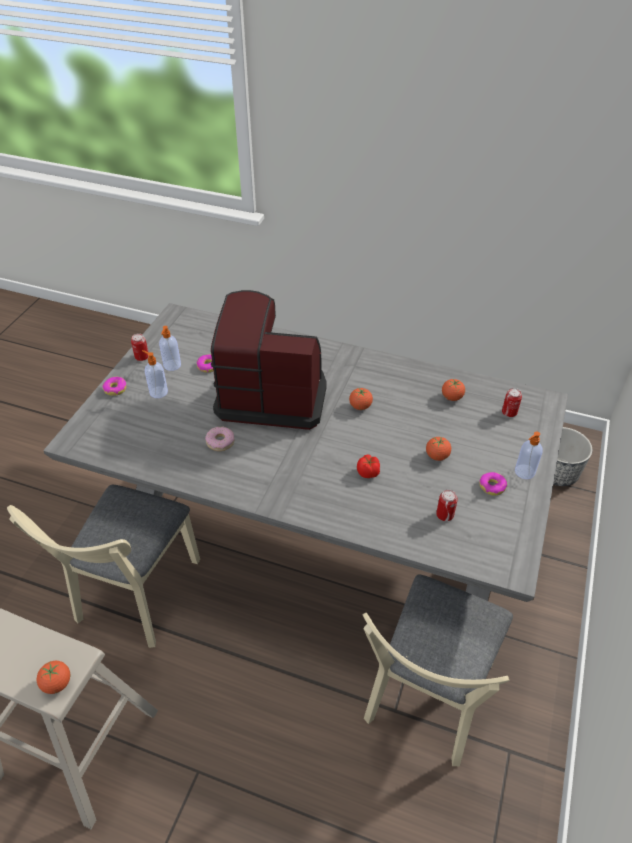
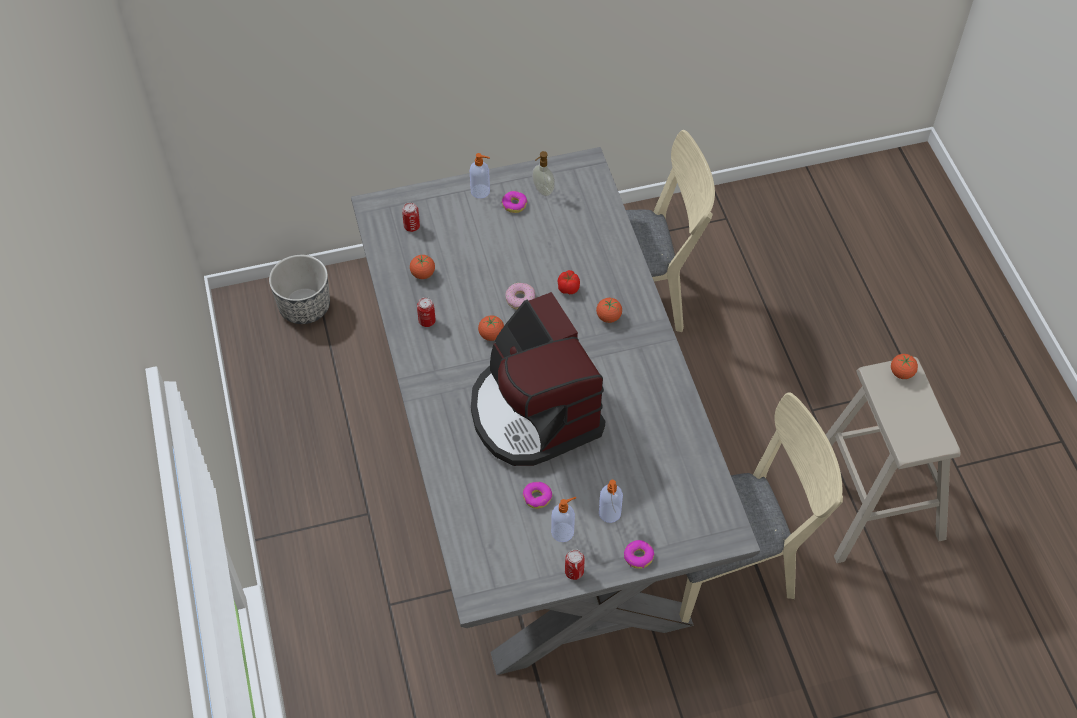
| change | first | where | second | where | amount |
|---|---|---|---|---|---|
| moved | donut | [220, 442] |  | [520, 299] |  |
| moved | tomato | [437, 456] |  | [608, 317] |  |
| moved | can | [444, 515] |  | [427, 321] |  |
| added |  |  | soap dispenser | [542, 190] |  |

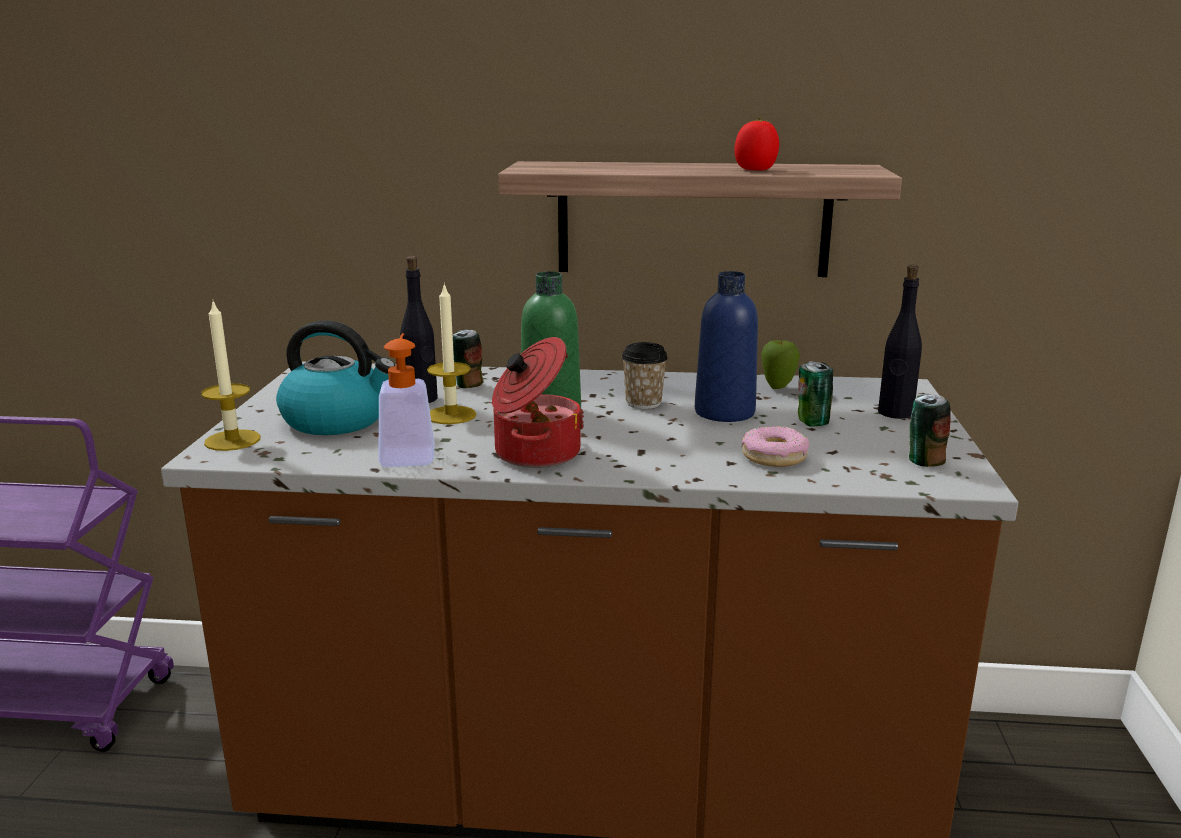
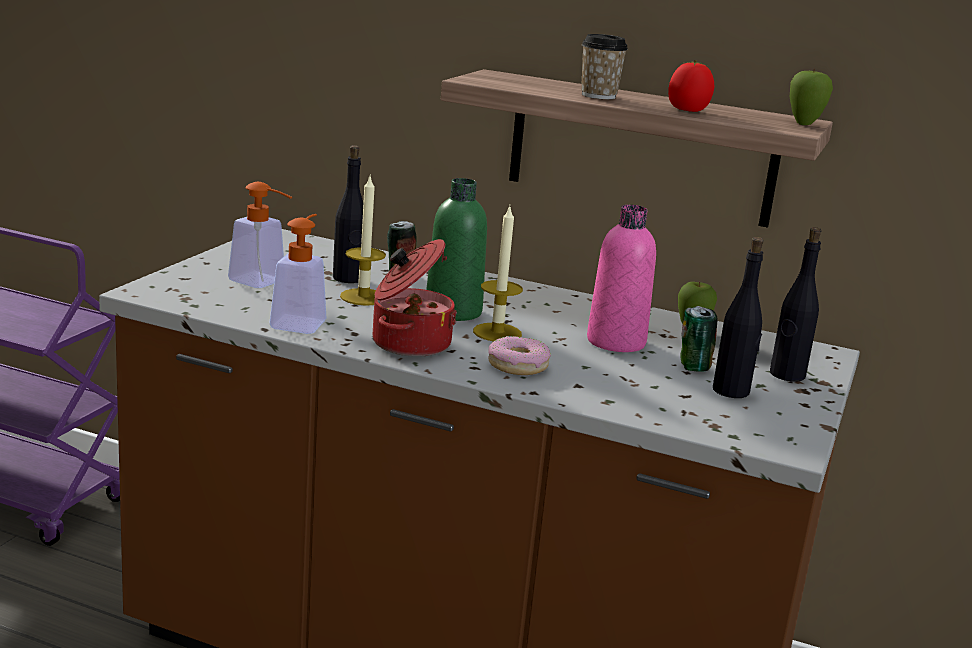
| change | first | where | second | where | amount |
|---|---|---|---|---|---|
| recoloured | bottle/blue | [724, 412] | bottle/pink | [616, 342] |  |
| moved | candle | [232, 440] |  | [497, 332] |  |
| replaced | kettle | [337, 420] | soap dispenser | [264, 283] |  |
| moved | cup | [643, 403] |  | [598, 96] |  |
| removed | can | [924, 461] |  |  |  |
| moved | donut | [773, 456] |  | [518, 365] |  |
| added |  |  | apple | [804, 124] |  |
| added |  |  | bottle/black | [731, 391] |  |

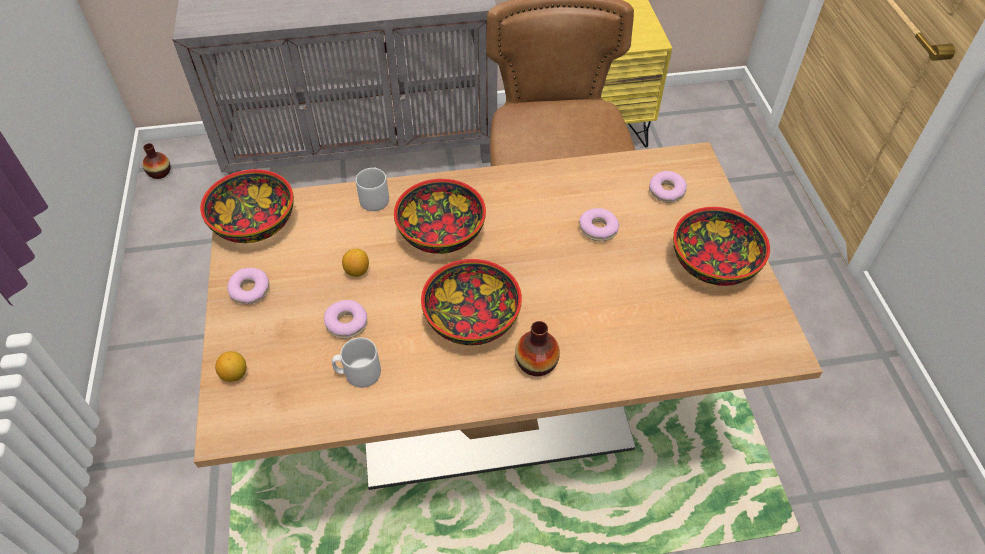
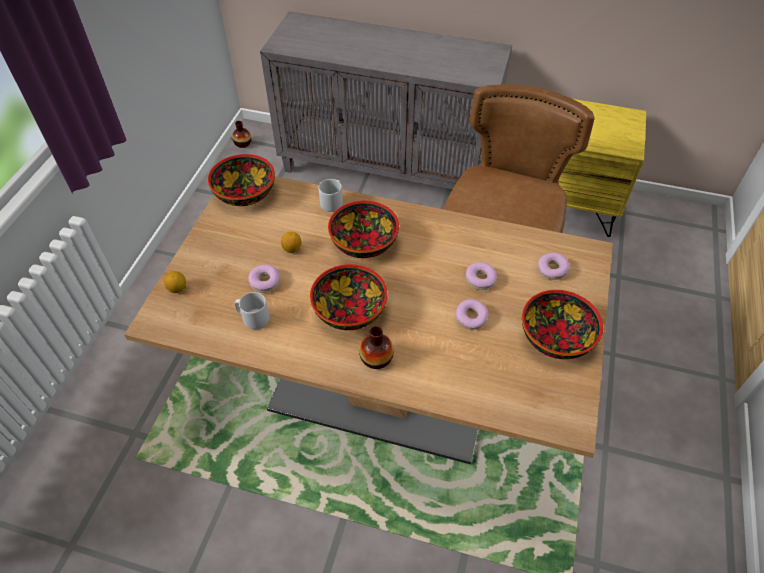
| change | first | where | second | where | amount |
|---|---|---|---|---|---|
| moved | donut | [250, 290] |  | [471, 318] |  |

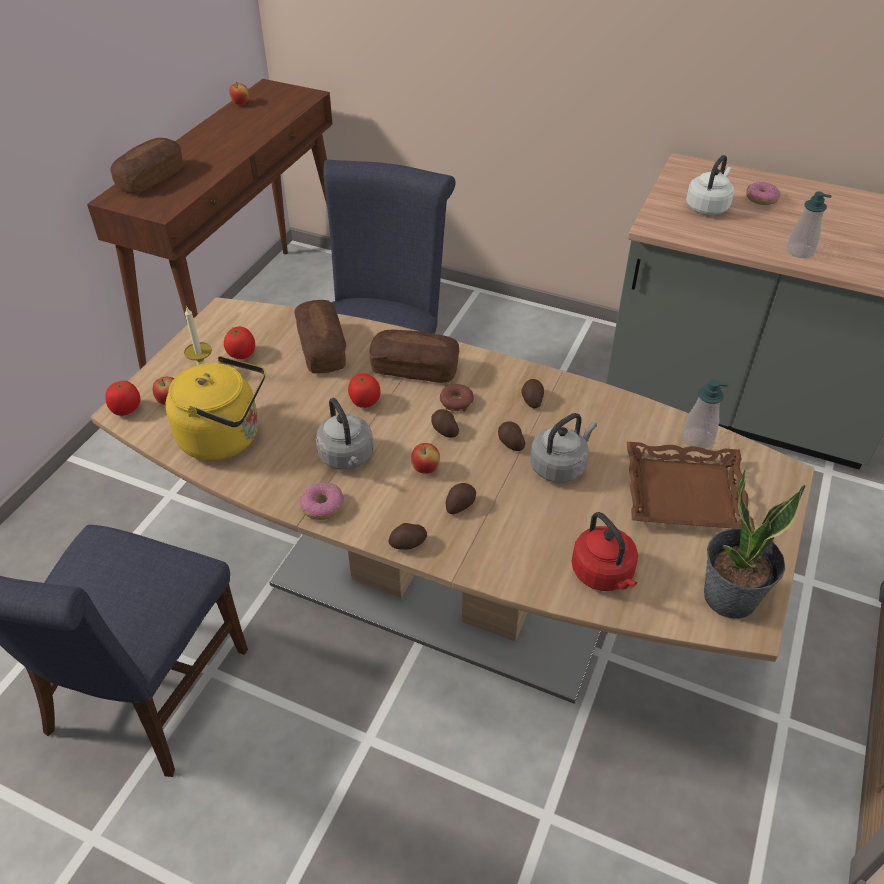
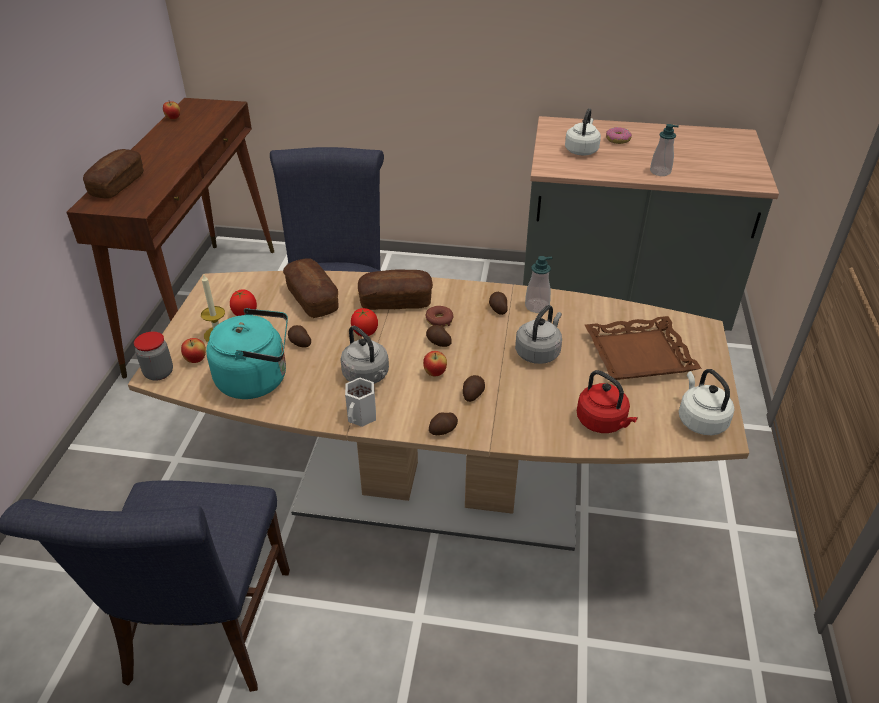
| change | first | where | second | where | amount |
|---|---|---|---|---|---|
| recoloured | kettle/yellow | [226, 437] | kettle/turquoise | [257, 379] |  |
| moved | soap dispenser | [697, 439] |  | [537, 306] |  |
| replaced | tomato | [126, 409] | jar | [159, 373] |  |
| moved | potato | [510, 443] |  | [299, 343] |  |
| replaced | potted plant | [730, 598] | kettle/white | [700, 420] |  |
| replaced | donut | [322, 506] | mug/white | [362, 416] |  |

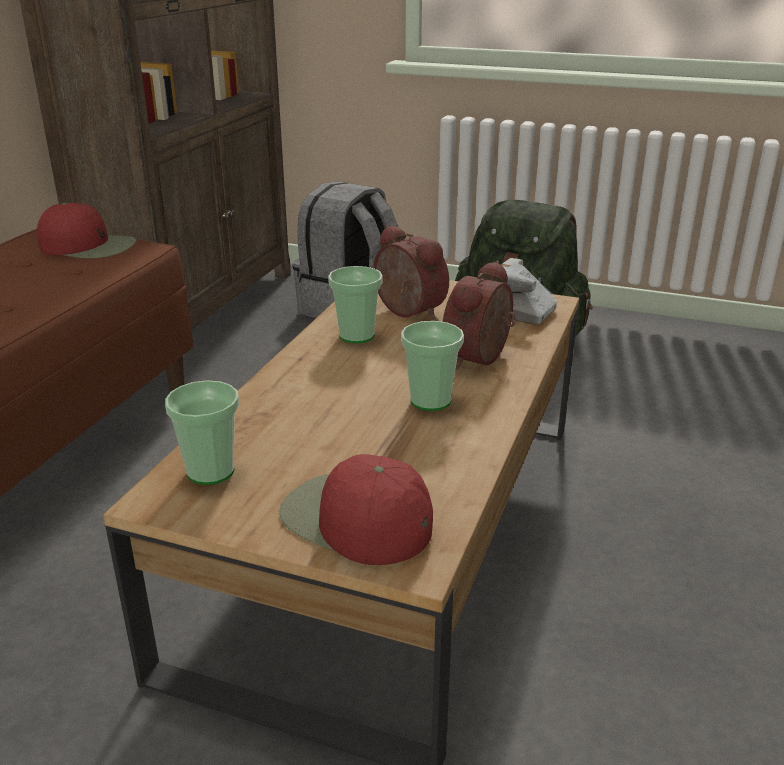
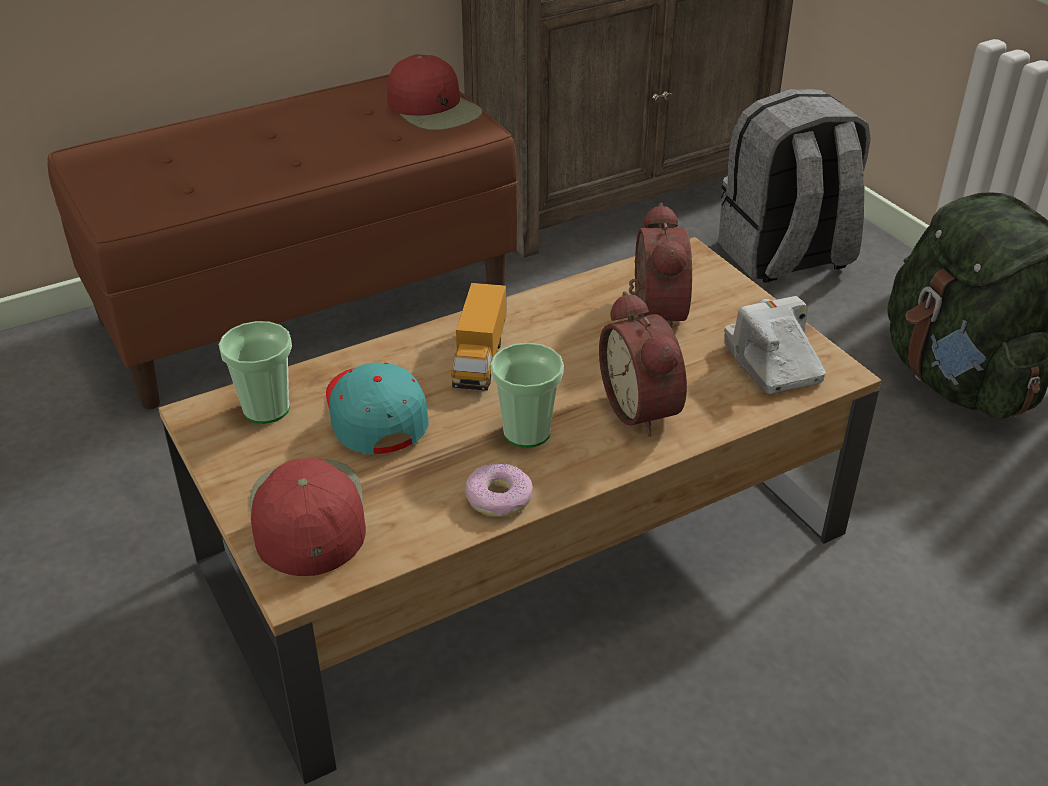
| change | first | where | second | where | amount |
|---|---|---|---|---|---|
| turned | alarm clock | [481, 359] |  | [644, 408] | 90 degrees counterclockwise |
| removed | cup | [356, 335] |  |  |  |
| added |  |  | toy truck | [480, 359] |  |
| added |  |  | cap/turquoise | [374, 415] |  |
| added |  |  | donut | [498, 498] |  |

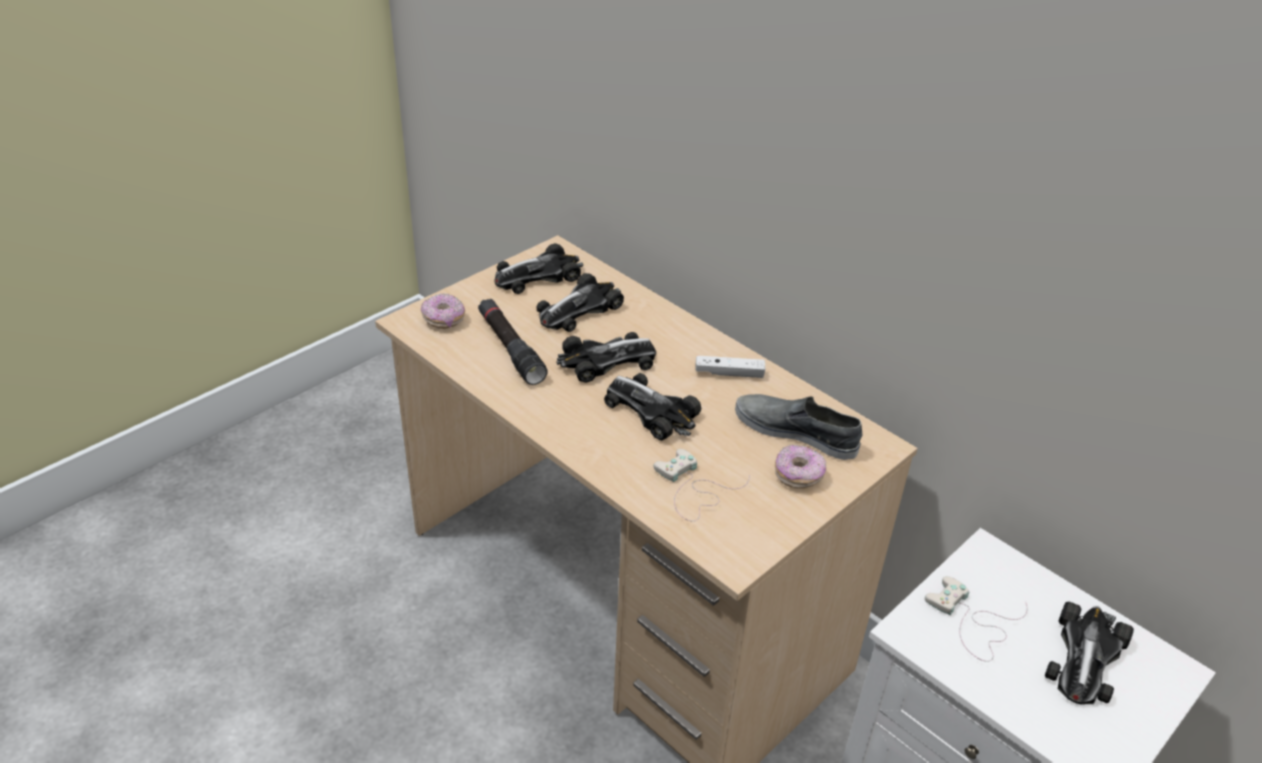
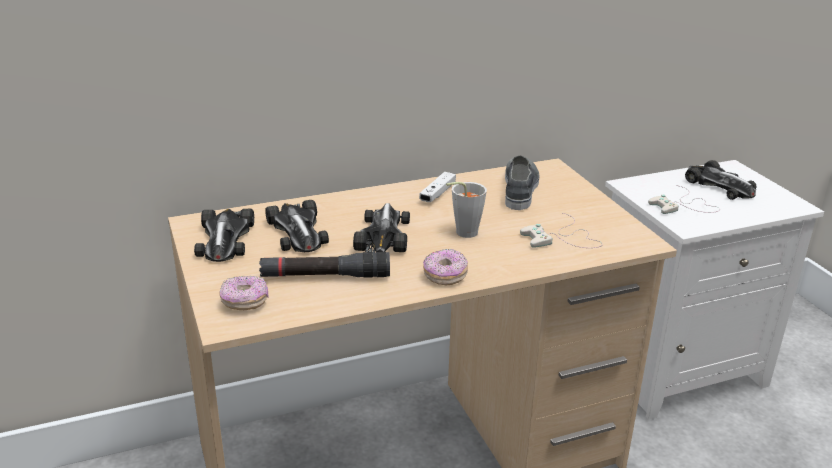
| change | first | where | second | where | amount |
|---|---|---|---|---|---|
| replaced | toy car | [651, 411] | cup/grey | [462, 233] |  |
| turned | shoe/grey | [796, 431] |  | [520, 188] | 135 degrees clockwise |
| moved | donut | [798, 475] |  | [445, 276] |  |

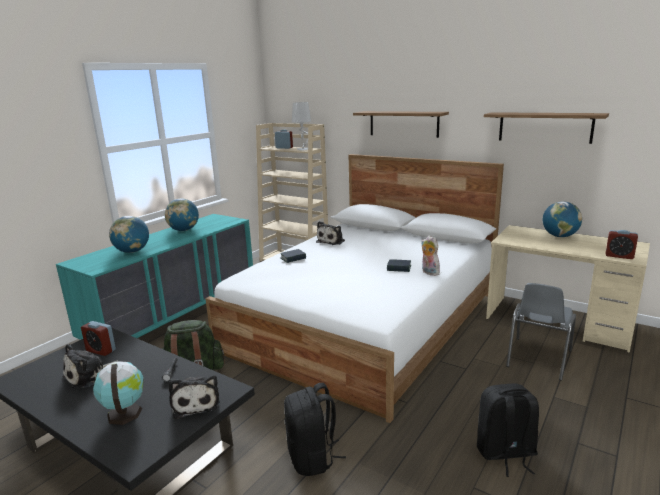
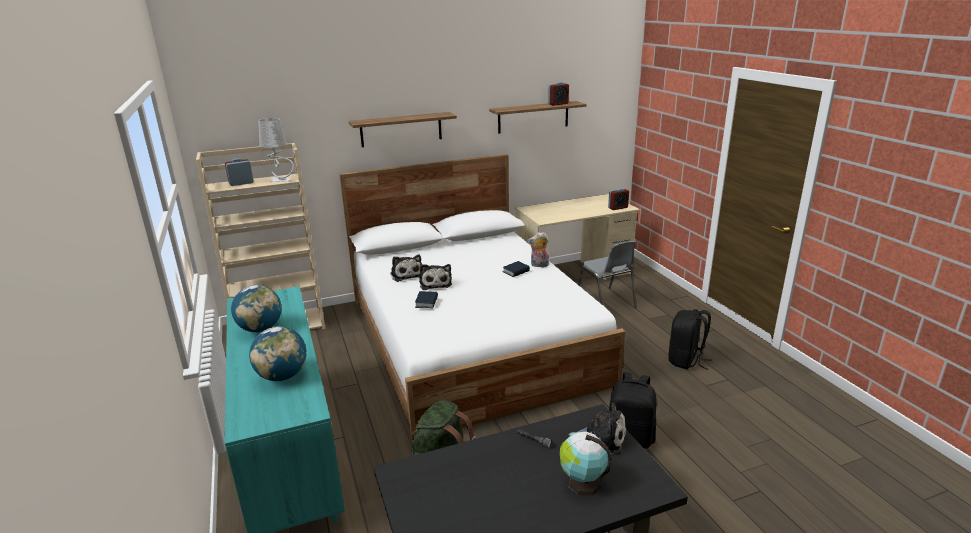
| change | first | where | second | where | amount |
|---|---|---|---|---|---|
| removed | globe | [559, 236] |  |  |  |
| moved | alarm clock | [101, 350] |  | [558, 104] |  |
| moved | plush toy | [89, 375] |  | [435, 283] |  |

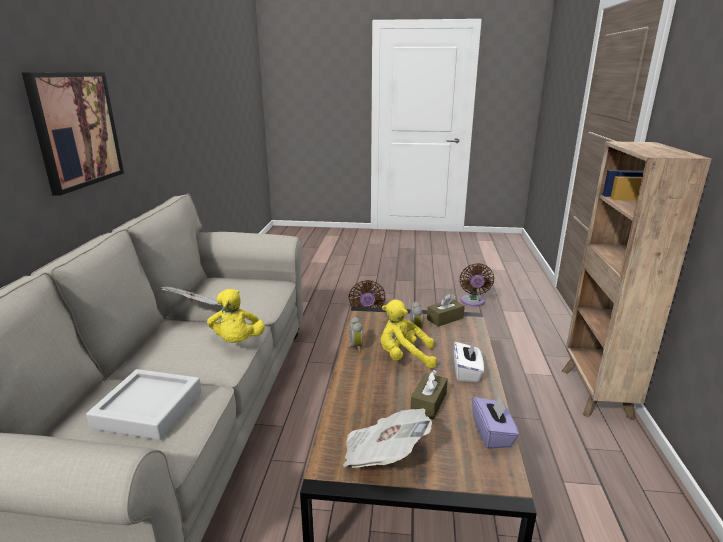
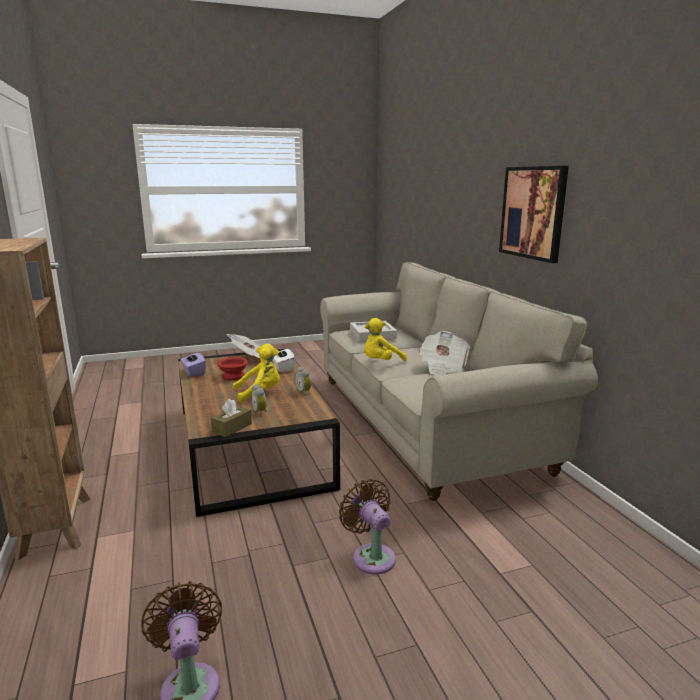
| change | first | where | second | where | amount |
|---|---|---|---|---|---|
| turned | plush toy/yellow | [237, 342] |  | [381, 362] | 90 degrees counterclockwise |
| moved | tissue box/white | [466, 372] |  | [283, 368] |  |
| replaced | tissue box/brown | [428, 403] | bowl/red | [234, 376] |  |

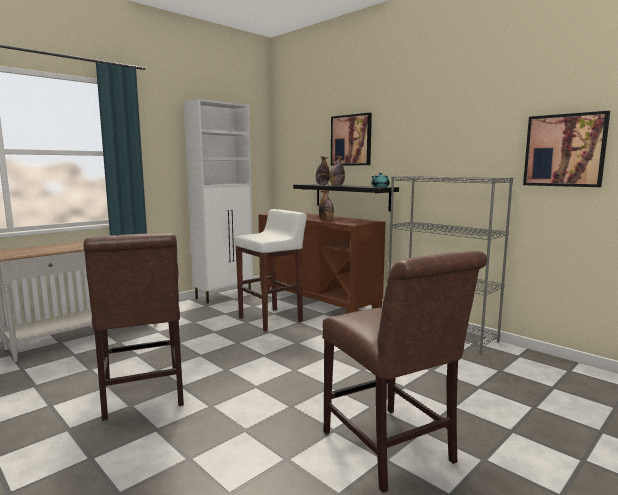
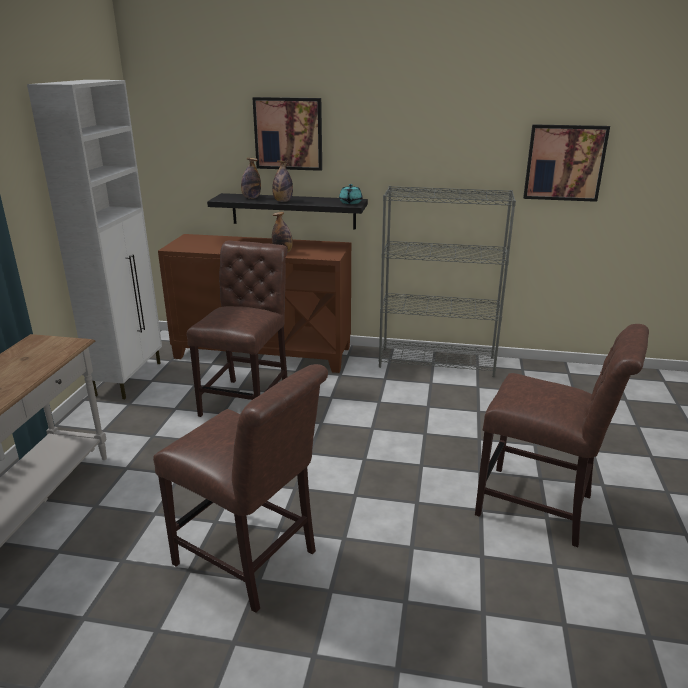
| change | first | where | second | where | amount |
|---|---|---|---|---|---|
| replaced | stool/white | [271, 319] | chair/brown | [248, 399] |  |

